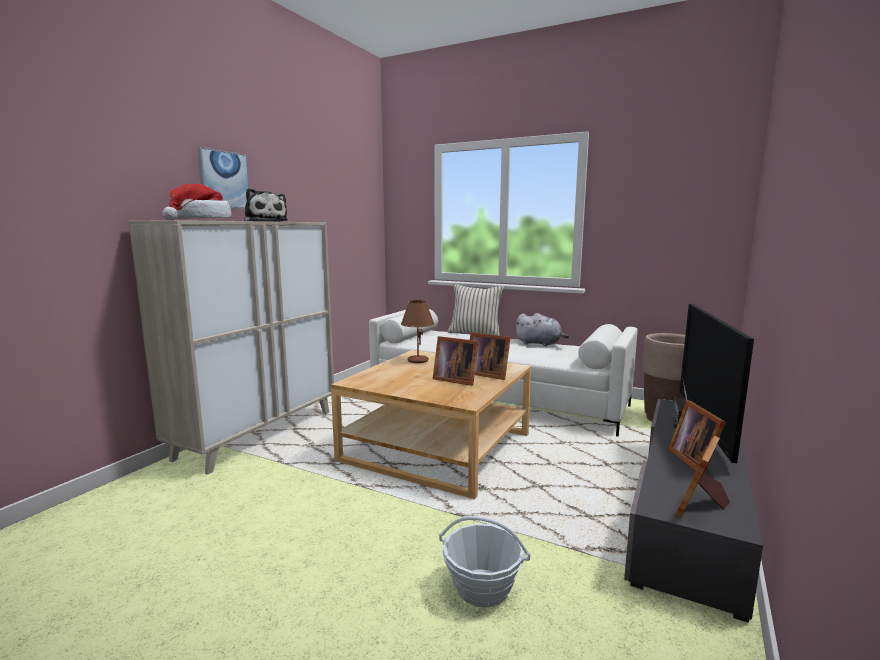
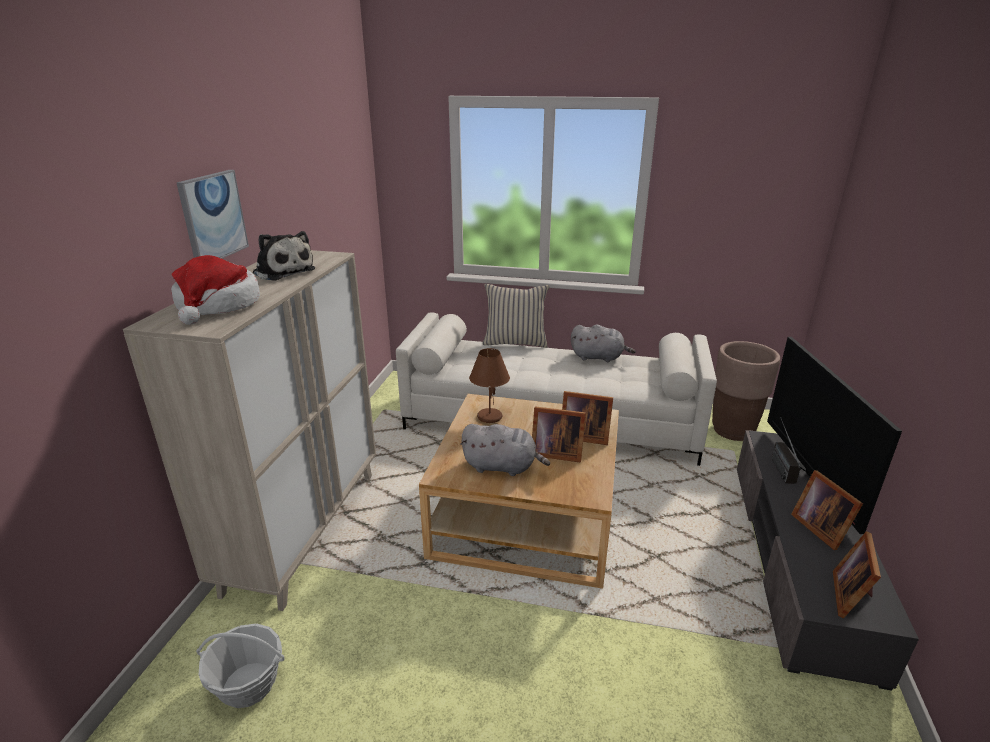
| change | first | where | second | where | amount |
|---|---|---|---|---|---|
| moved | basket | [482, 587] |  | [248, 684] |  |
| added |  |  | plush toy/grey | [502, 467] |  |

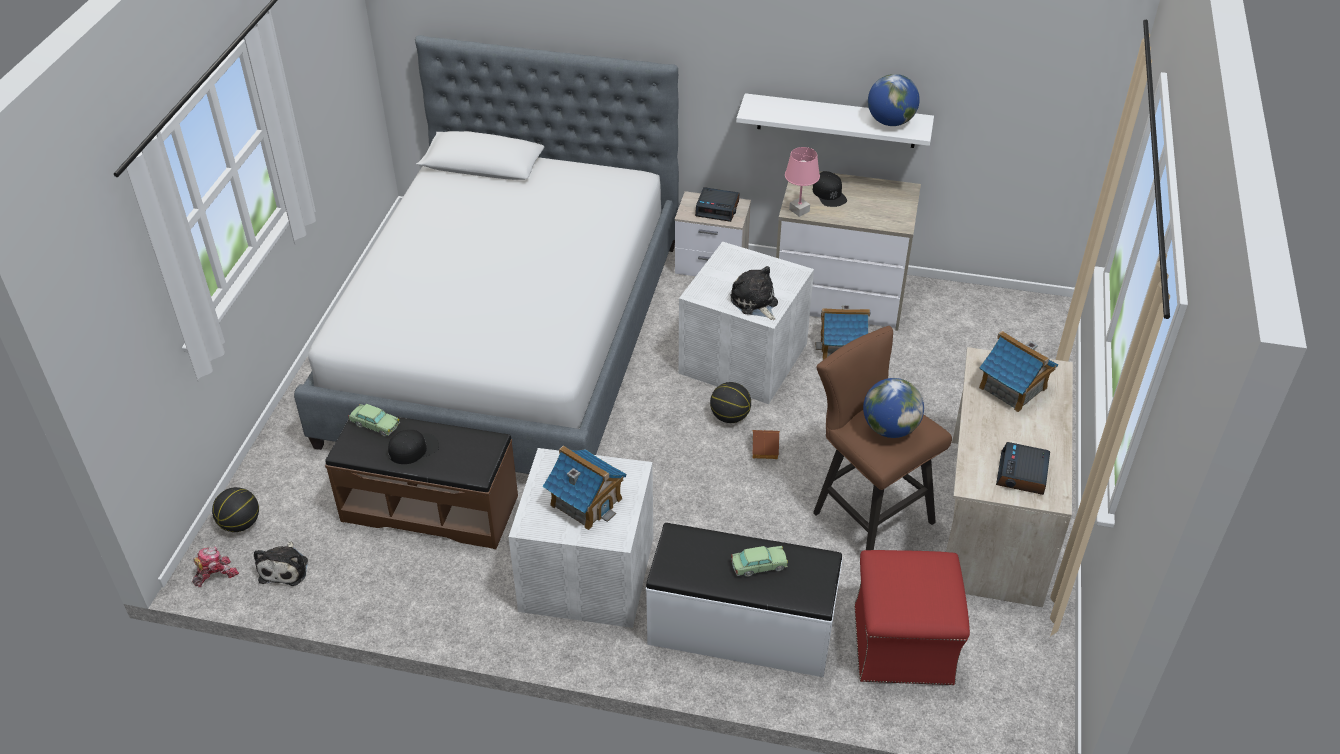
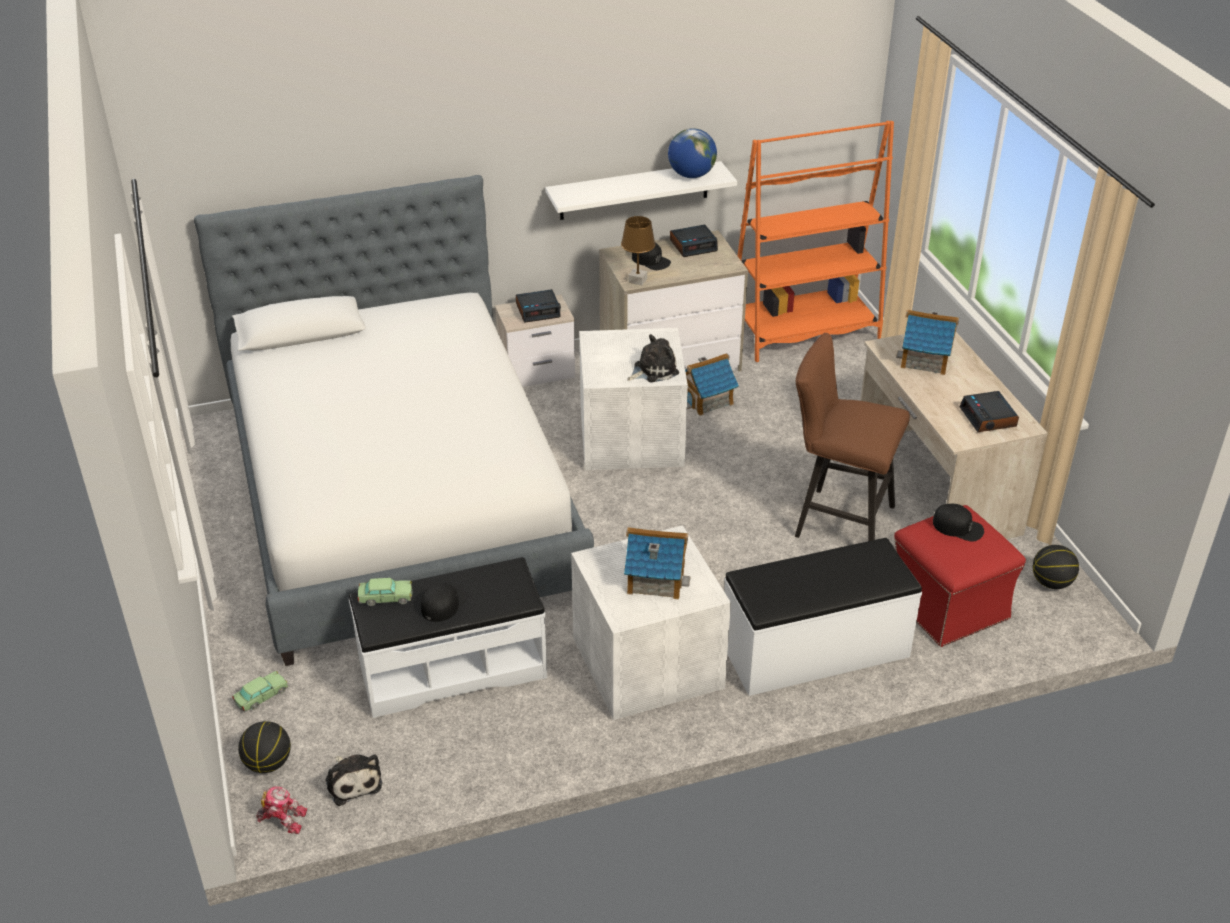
| change | first | where | second | where | amount |
|---|---|---|---|---|---|
| recoloured | table lamp/pink | [799, 210] | table lamp/brown | [638, 280] |  |
| turned | plush toy | [755, 303] |  | [653, 370] | 120 degrees clockwise |
| removed | globe | [890, 428] |  |  |  |
| moved | basketball | [730, 417] |  | [1051, 583] |  |
| recoloured | bench/brown | [430, 507] | bench/white | [452, 669] |  |
| removed | toy house | [765, 449] |  |  |  |
| turned | toy robot | [215, 574] |  | [282, 818] | 75 degrees clockwise |
| moved | toy car | [759, 566] |  | [261, 696] |  |
| added |  |  | bookcase/orange | [804, 333] |  |
| added |  |  | alarm clock | [693, 245] |  |
| added |  |  | cap/black | [958, 527] |  |

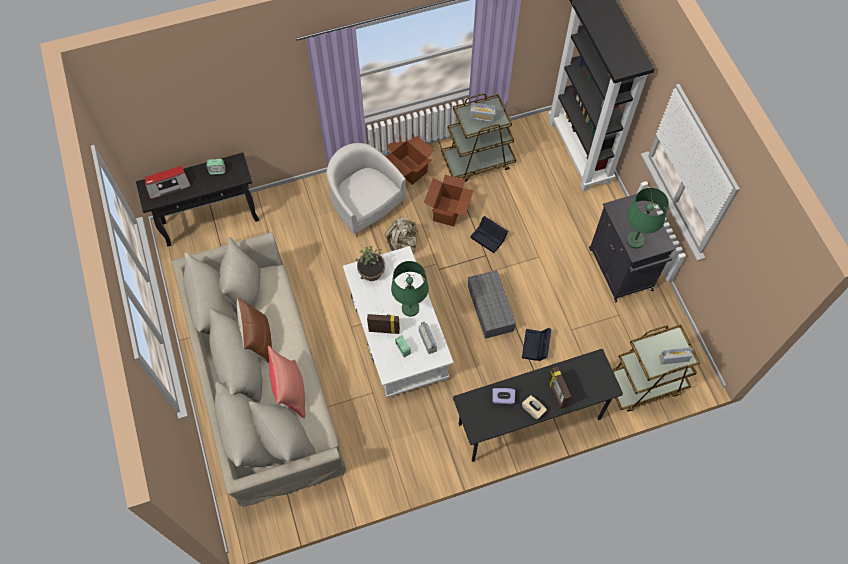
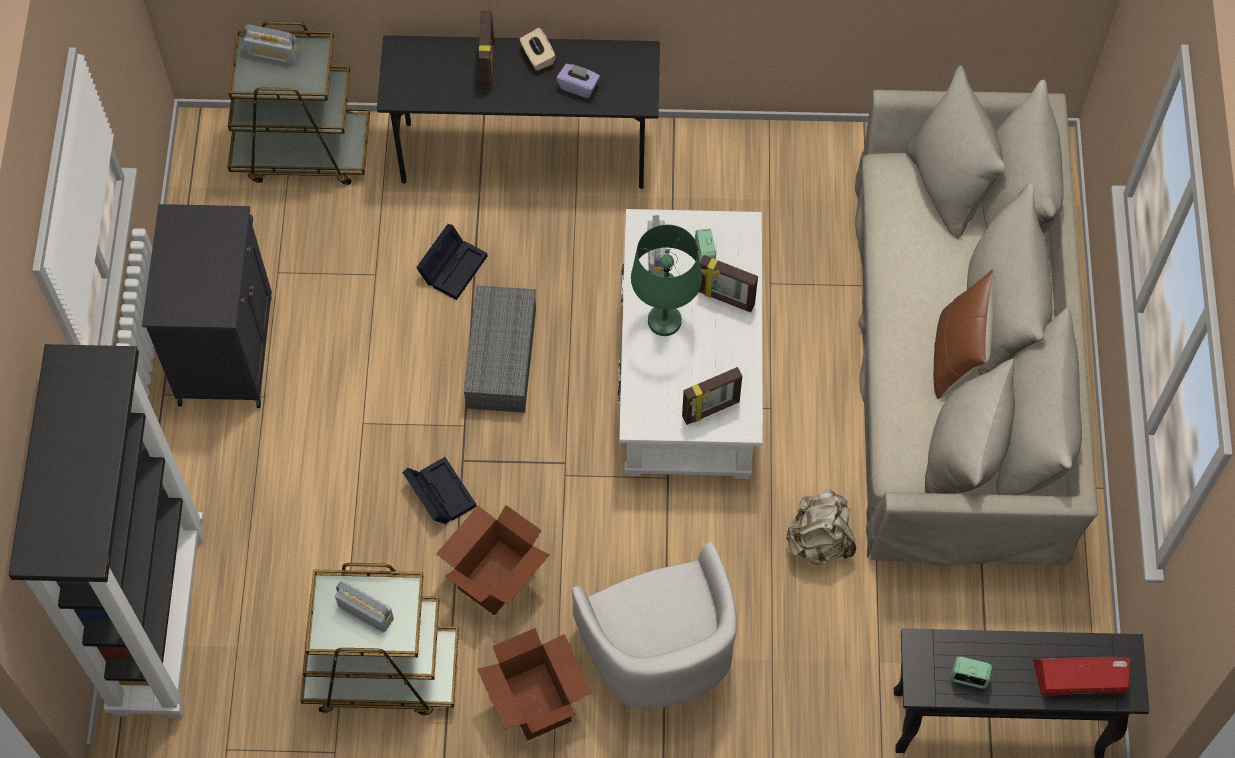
| change | first | where | second | where | amount |
|---|---|---|---|---|---|
| removed | table lamp/green | [635, 240] |  |  |  |
| moved | backpack/beige | [403, 244] |  | [819, 540] |  |
| replaced | potted plant | [372, 272] | picture frame | [711, 410] |  |
| removed | pillow/red | [290, 390] |  |  |  |

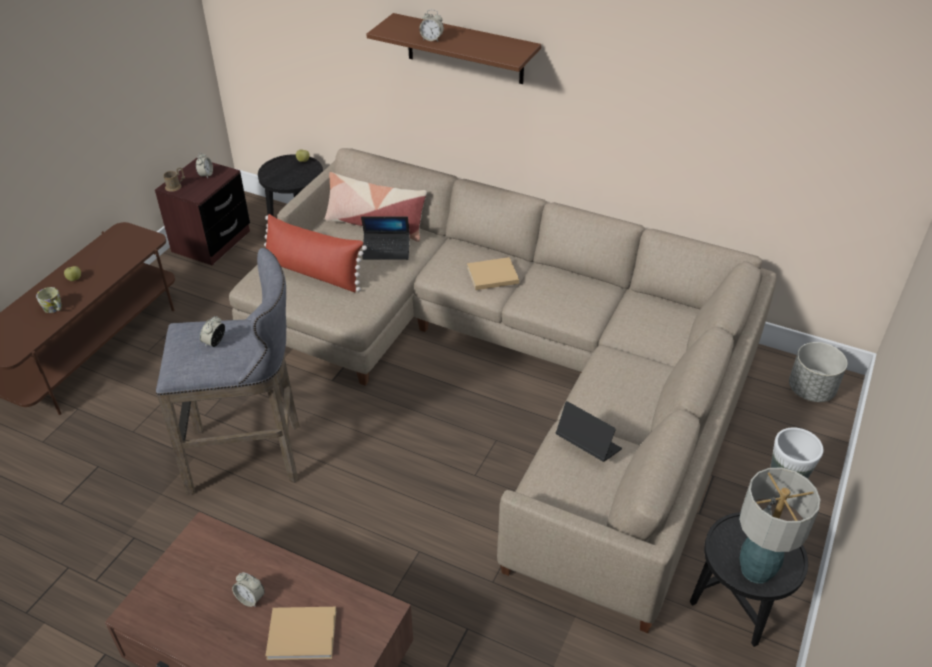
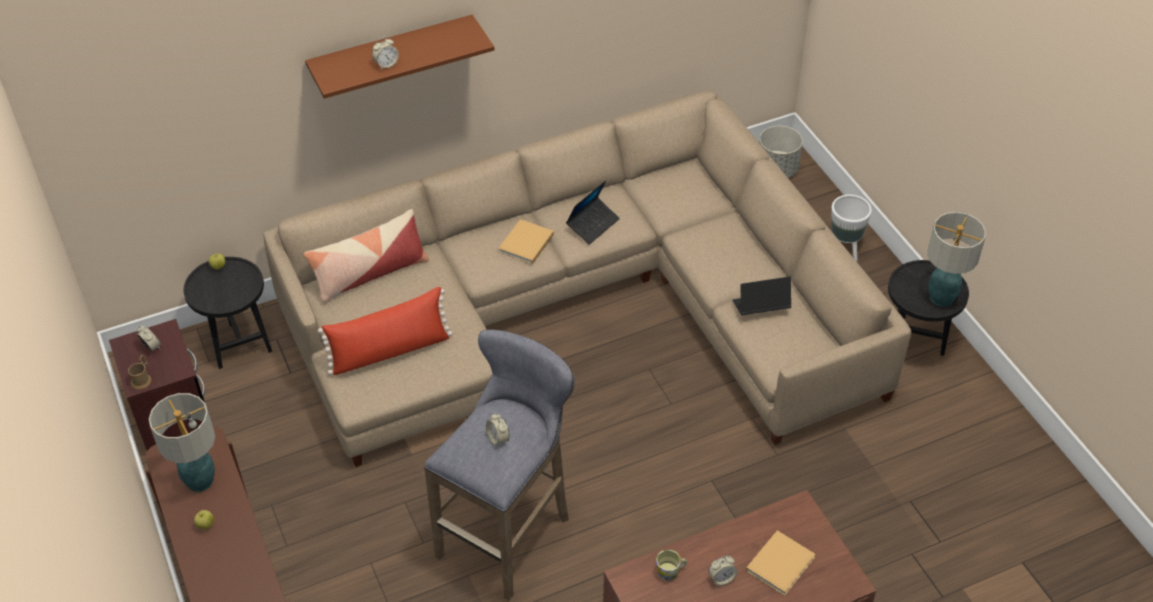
| change | first | where | second | where | amount |
|---|---|---|---|---|---|
| moved | laptop | [386, 250] |  | [593, 224] |  |
| moved | mug | [54, 308] |  | [671, 571] |  |
| added |  |  | table lamp | [200, 480] |  |

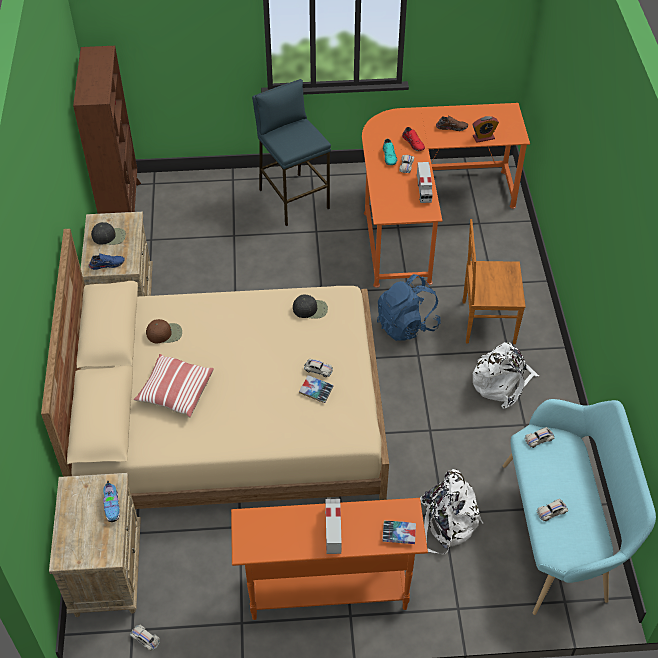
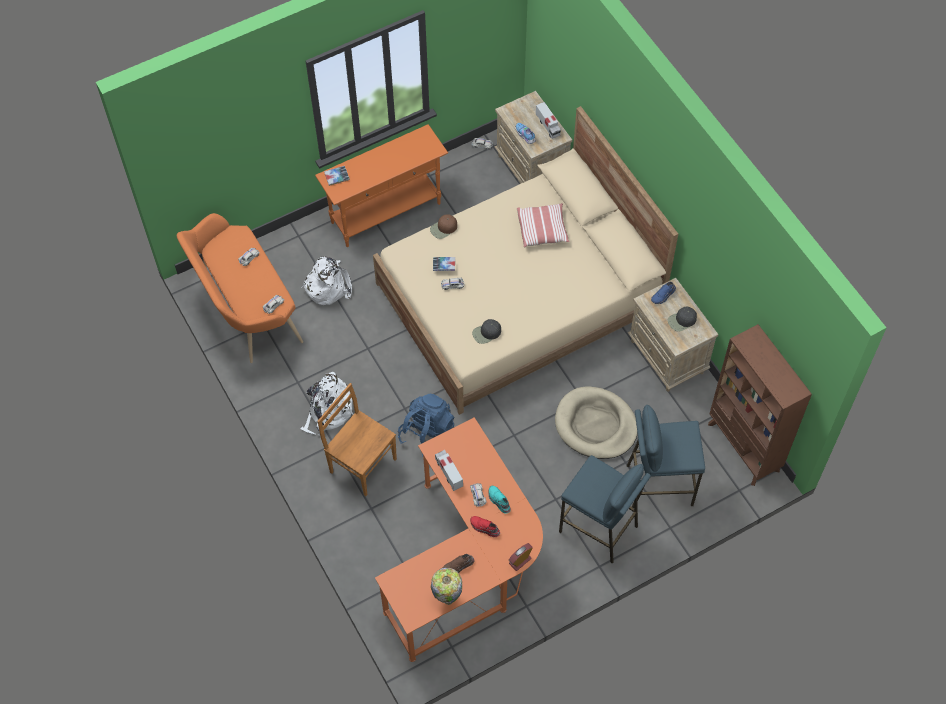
| change | first | where | second | where | amount |
|---|---|---|---|---|---|
| moved | alarm clock | [483, 137] |  | [520, 561] |  |
| turned | chair/brown | [486, 322] |  | [361, 464] | 120 degrees counterclockwise |
| moved | cap/brown | [165, 333] |  | [443, 228] |  |
| recoloured | bench/turquoise | [561, 533] | bench/orange | [245, 310] |  |
| moved | toy truck | [333, 530] |  | [548, 126] |  |
| added |  |  | dog bed/beige | [596, 425] |  |
| added |  |  | stool/blue | [659, 484] |  |
| added |  |  | table lamp | [447, 597] |  |

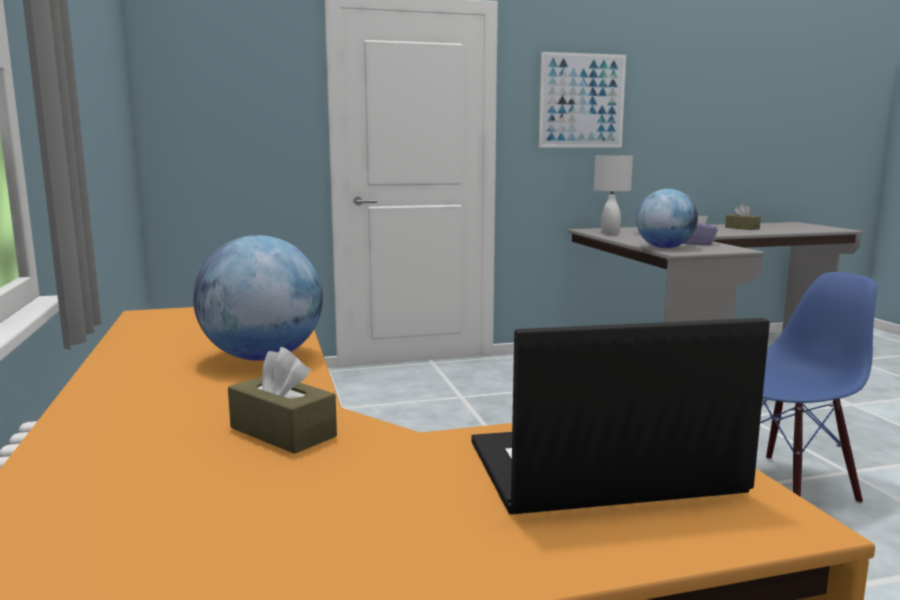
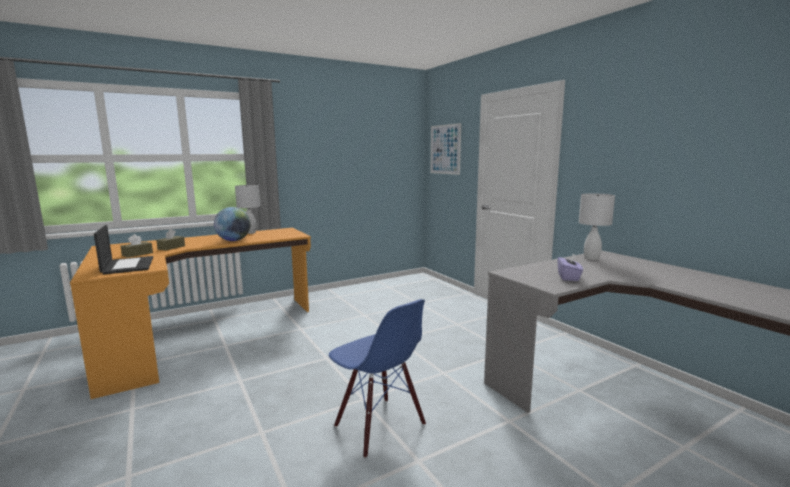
| change | first | where | second | where | amount |
|---|---|---|---|---|---|
| moved | picture | [582, 101] |  | [445, 149] |  |
| removed | globe | [664, 248] |  |  |  |
| moved | tissue box/brown | [742, 228] |  | [137, 254] |  |
| added |  |  | table lamp/white | [250, 232] |  |

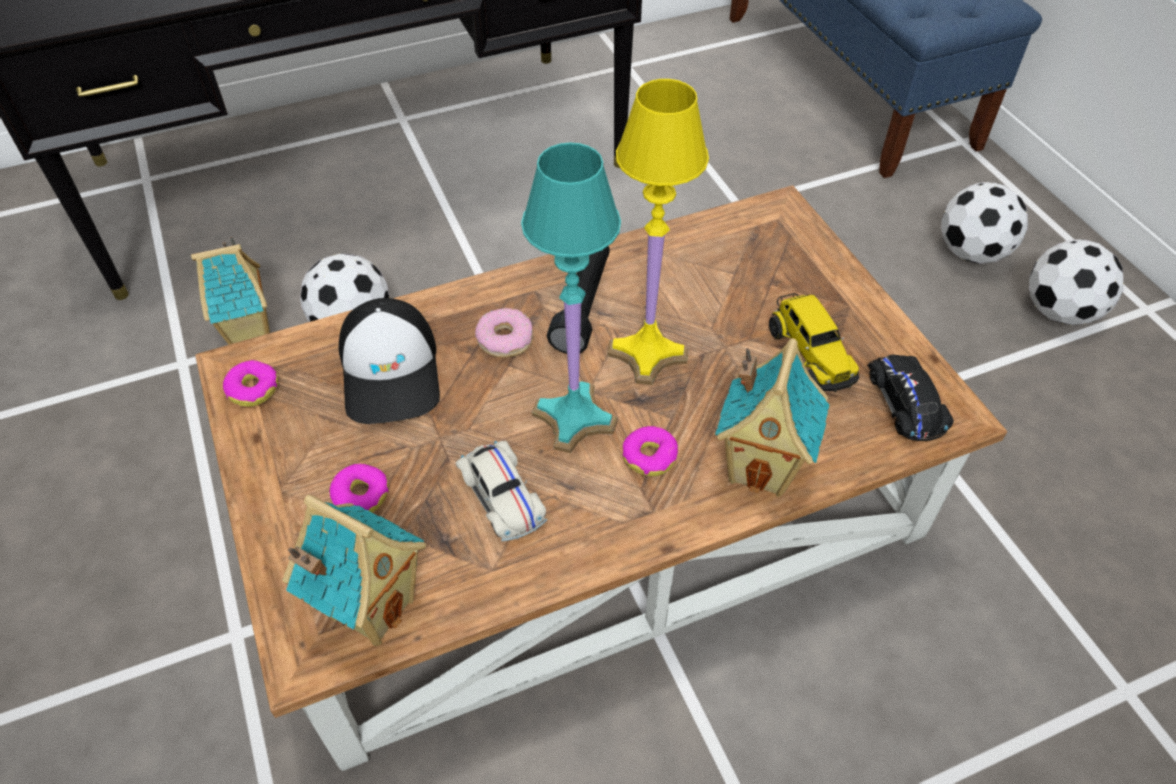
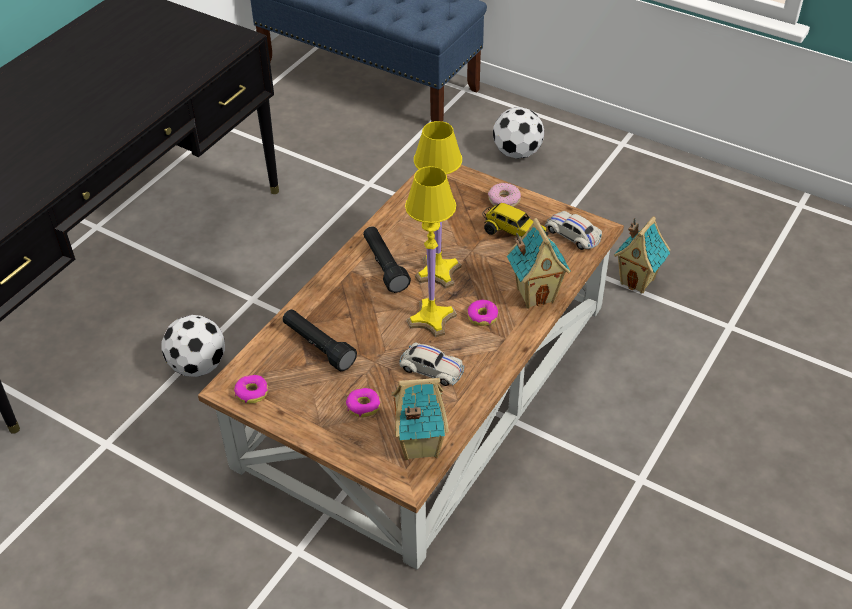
| change | first | where | second | where | amount |
|---|---|---|---|---|---|
| recoloured | table lamp/turquoise | [574, 417] | table lamp/yellow | [431, 318] |  |
| moved | toy house | [251, 334] |  | [638, 281] |  |
| removed | football | [1060, 312] |  |  |  |
| replaced | cap | [392, 372] | flashlight/black | [318, 346] |  |
| moved | donut | [505, 339] |  | [504, 200] |  |
| recoloured | toy car/black | [905, 403] | toy car/white | [573, 235] |  |

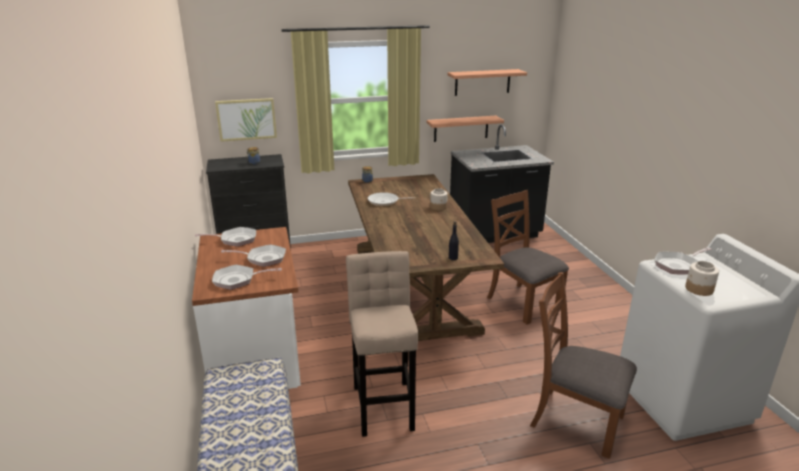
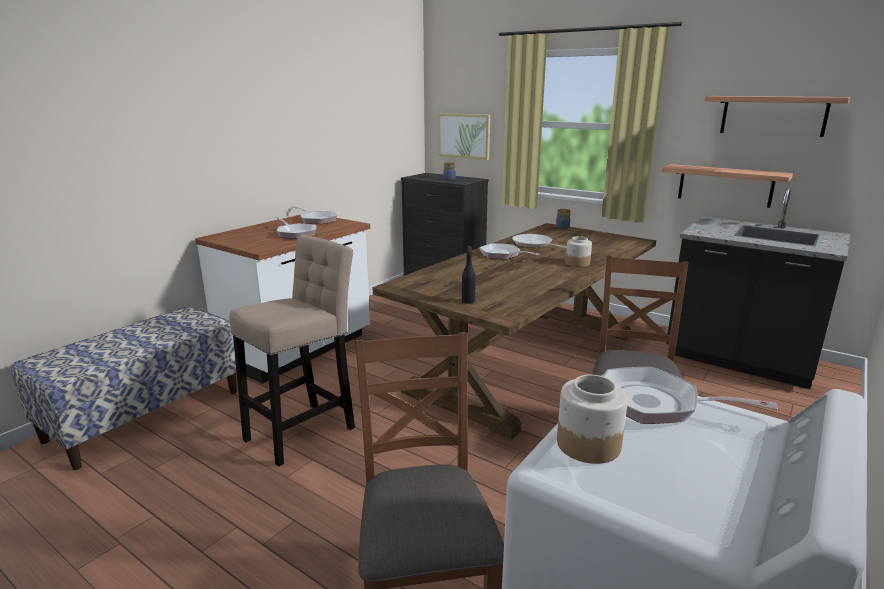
| change | first | where | second | where | amount |
|---|---|---|---|---|---|
| moved | frying pan | [238, 280] |  | [502, 255] |  |

